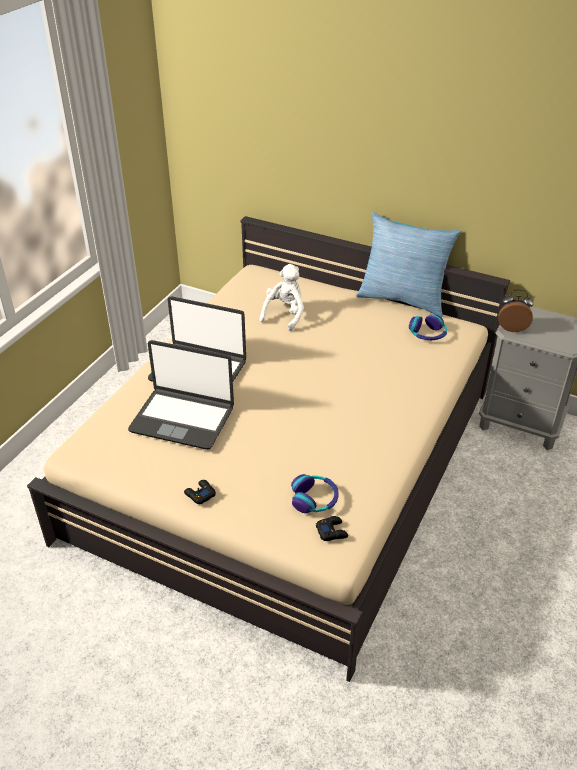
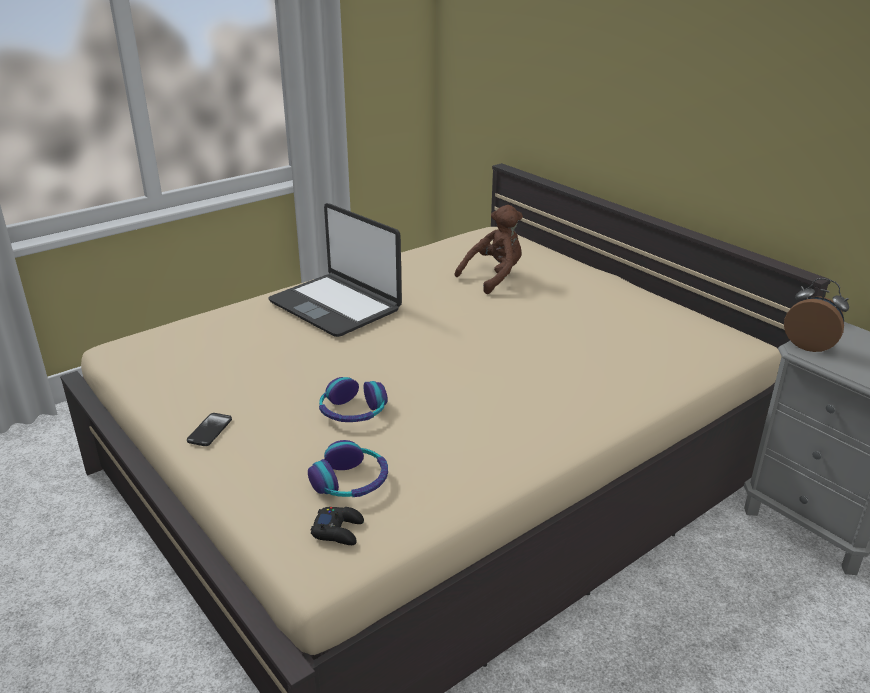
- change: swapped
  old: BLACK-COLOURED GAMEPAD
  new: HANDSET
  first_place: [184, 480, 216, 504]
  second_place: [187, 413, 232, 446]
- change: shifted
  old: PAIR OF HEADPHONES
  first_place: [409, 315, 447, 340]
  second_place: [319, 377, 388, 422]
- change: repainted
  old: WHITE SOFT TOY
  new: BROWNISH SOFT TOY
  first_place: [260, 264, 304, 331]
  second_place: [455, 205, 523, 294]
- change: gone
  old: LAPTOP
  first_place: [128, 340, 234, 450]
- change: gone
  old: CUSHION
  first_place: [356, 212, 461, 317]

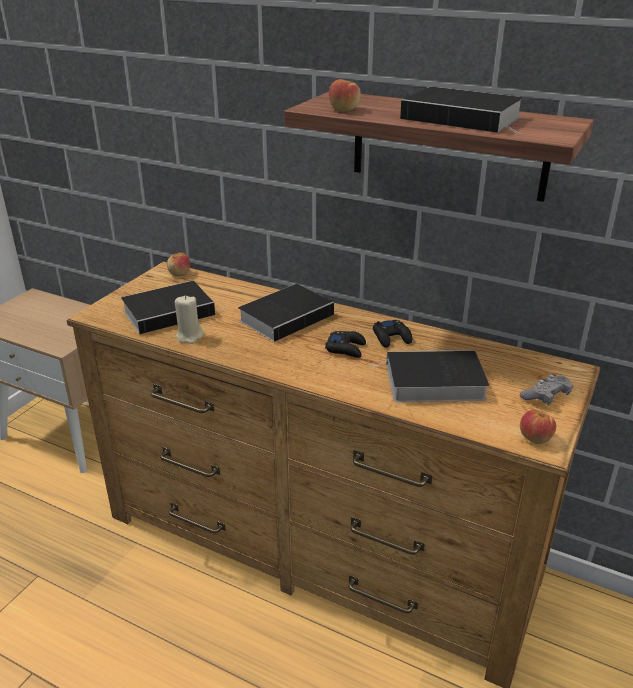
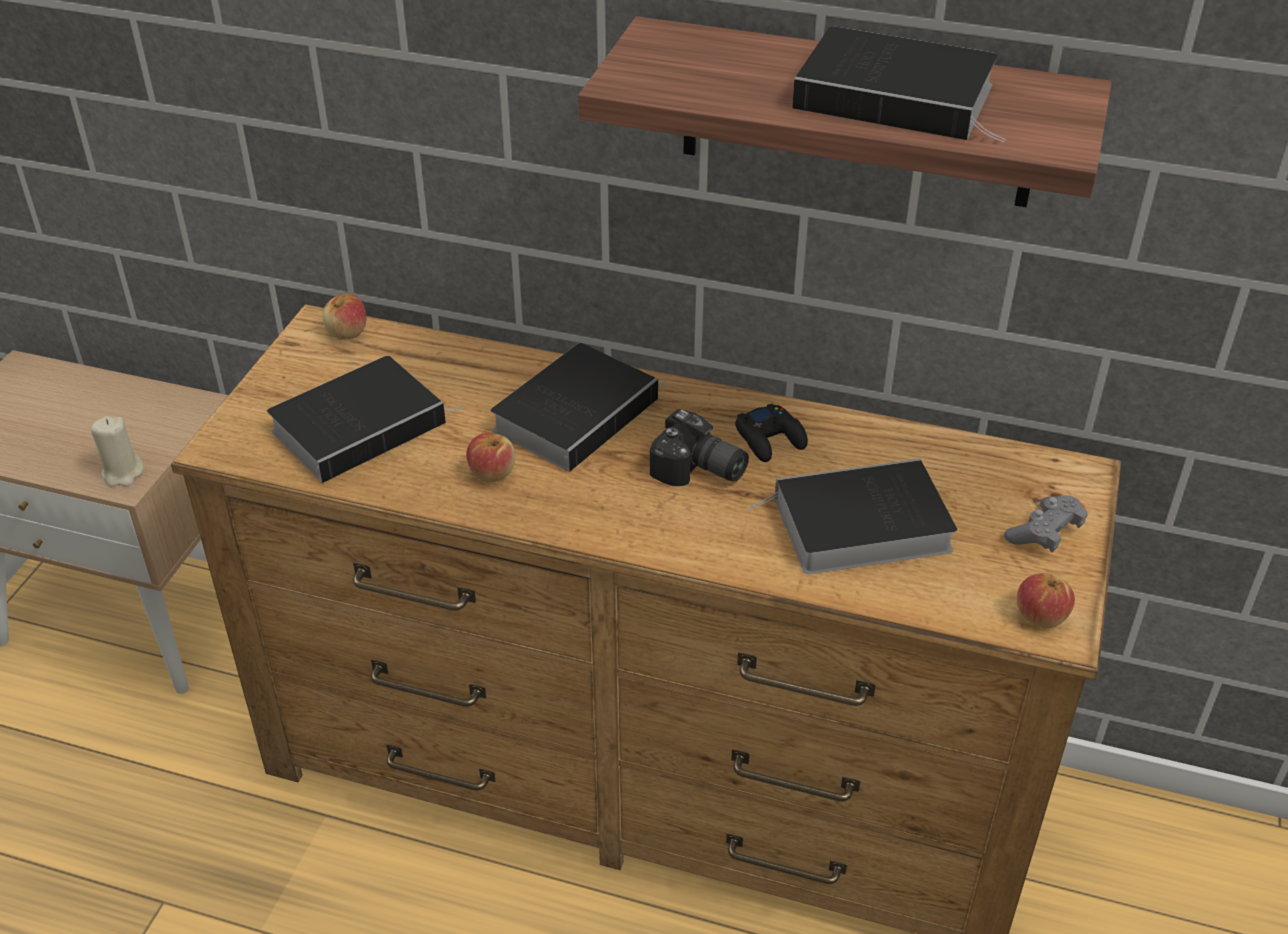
- change: shifted
  old: BEIGE WAX CANDLE
  first_place: [175, 295, 203, 344]
  second_place: [91, 416, 144, 486]
- change: shifted
  old: APPLE
  first_place: [329, 79, 361, 111]
  second_place: [466, 433, 516, 482]
- change: swapped
  old: BLACK-COLOURED GAMEPAD
  new: PHOTO CAMERA
  first_place: [325, 331, 366, 358]
  second_place: [650, 409, 749, 486]

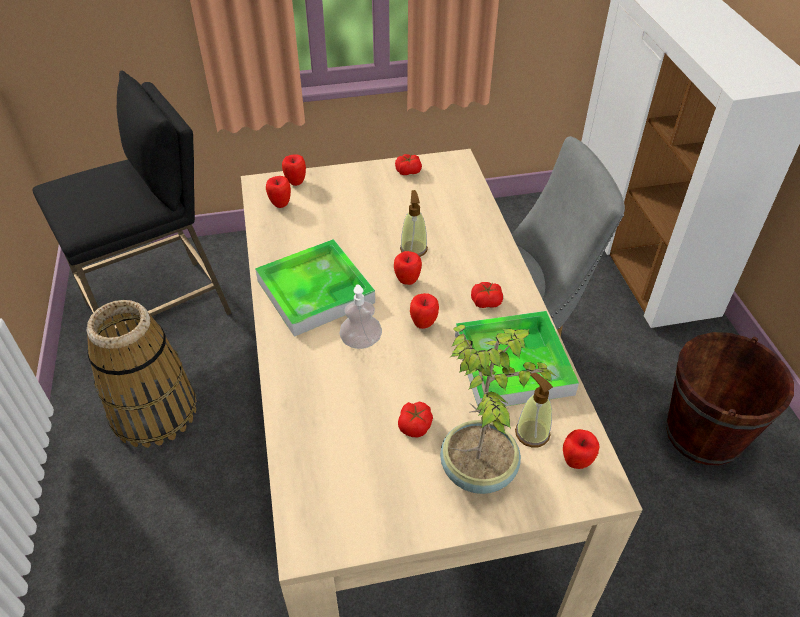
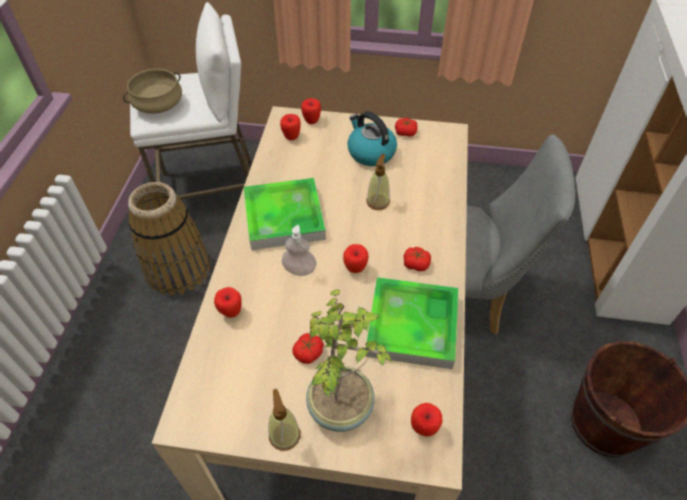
- change: new
  new: BEIGE SAUCEPOT
  second_place: [123, 68, 182, 114]
- change: repainted
  old: BLACK-COLOURED SITTING STOOL
  new: WHITE SITTING STOOL
  first_place: [32, 70, 232, 337]
  second_place: [130, 2, 251, 207]
- change: shifted
  old: APPLE
  first_place: [394, 251, 422, 285]
  second_place: [214, 287, 242, 318]
- change: shifted
  old: LIQUID SOAP BOTTLE
  first_place: [515, 373, 553, 447]
  second_place: [268, 389, 300, 451]
- change: new
  new: KETTLE
  second_place: [347, 111, 397, 166]

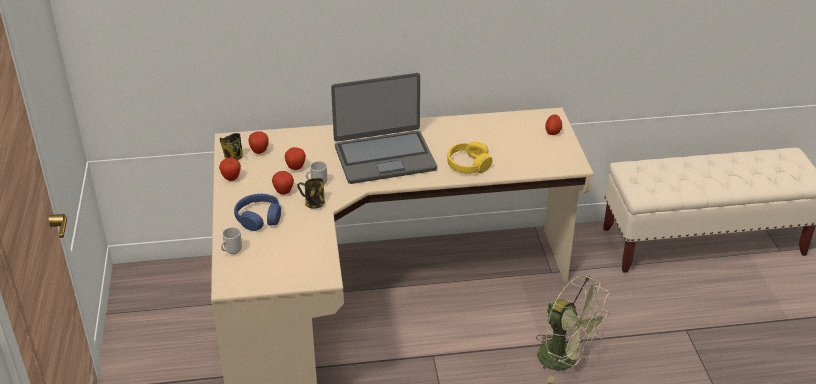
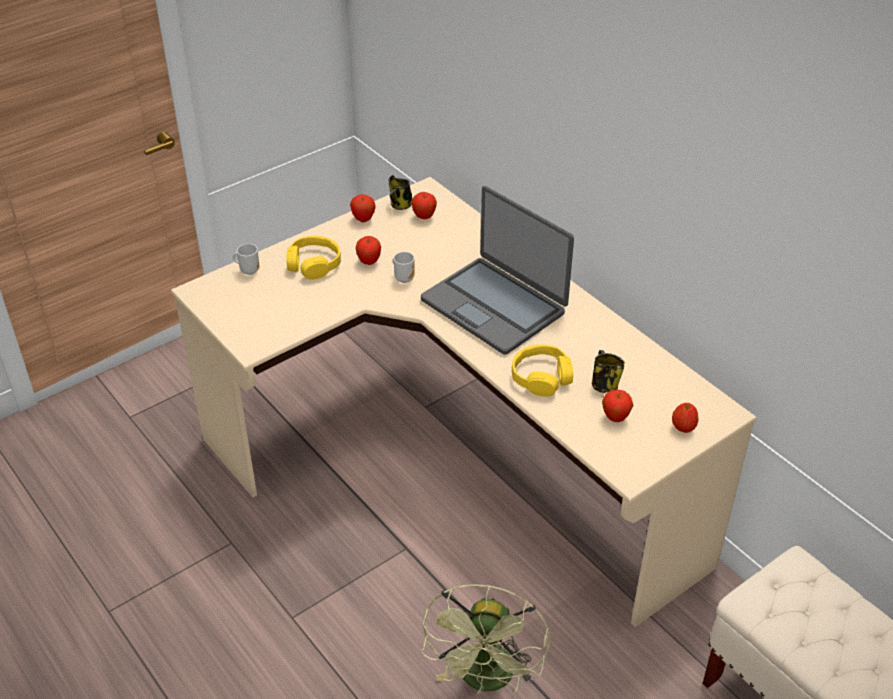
- change: repainted
  old: BLUE-COLOURED PAIR OF HEADPHONES
  new: YELLOWISH PAIR OF HEADPHONES
  first_place: [234, 194, 281, 231]
  second_place: [286, 236, 341, 280]
- change: shifted
  old: COFFEE MUG
  first_place: [298, 178, 325, 209]
  second_place: [592, 350, 625, 393]
- change: shifted
  old: APPLE
  first_place: [285, 147, 306, 170]
  second_place: [602, 390, 633, 422]

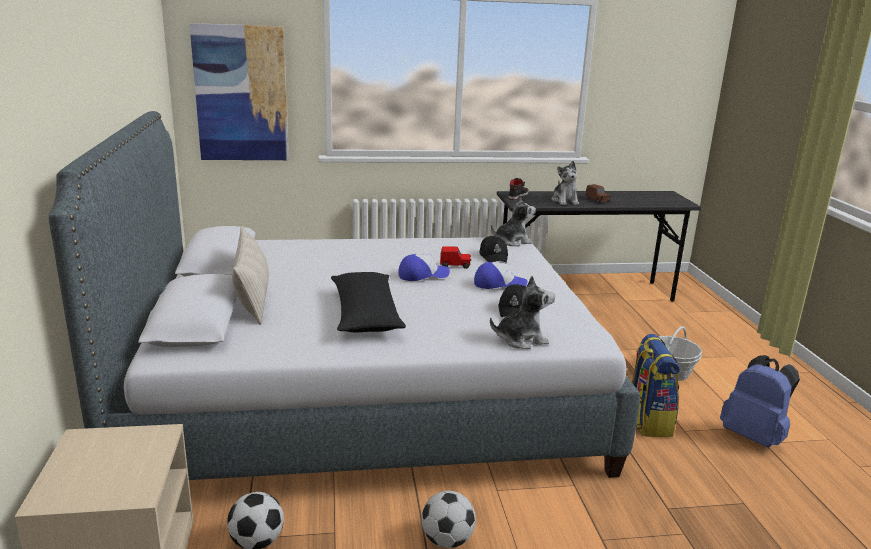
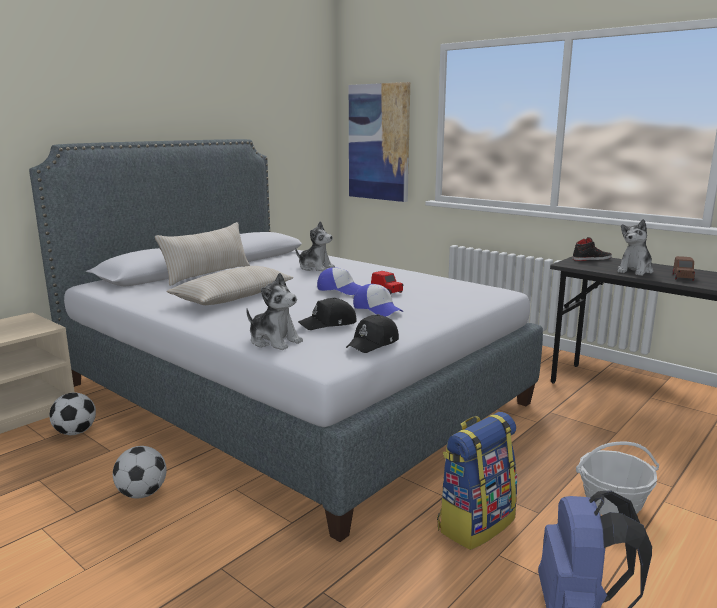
- change: repainted
  old: BLACK-COLOURED CUSHION
  new: BEIGE CUSHION
  first_place: [331, 272, 406, 332]
  second_place: [166, 266, 293, 305]
- change: shifted
  old: SOFT TOY
  first_place: [491, 195, 536, 246]
  second_place: [295, 221, 335, 271]
- change: shifted
  old: BLACK-COLOURED BASEBALL CAP
  first_place: [479, 235, 508, 263]
  second_place: [346, 314, 399, 353]

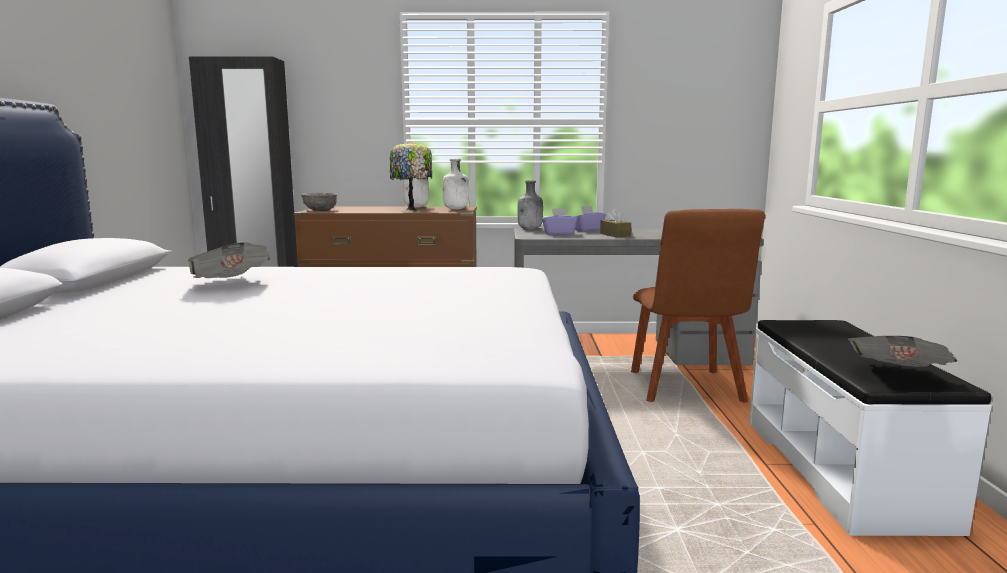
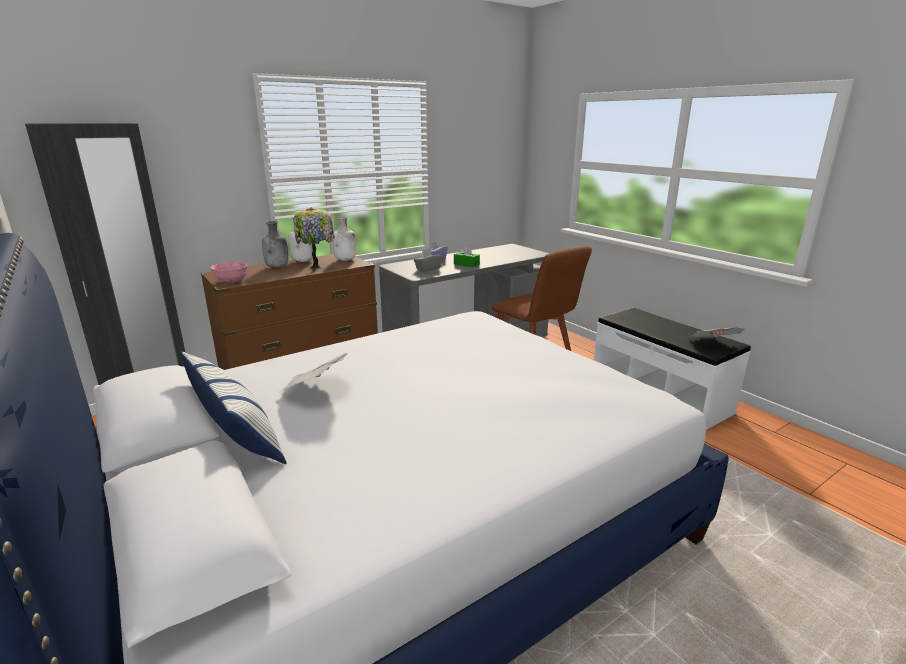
- change: new
  new: CUSHION
  second_place: [180, 351, 287, 464]
- change: repainted
  old: GREYISH BOWL
  new: PINKISH BOWL
  first_place: [301, 193, 337, 211]
  second_place: [211, 261, 247, 283]
- change: shifted
  old: GREYISH BOTTLE
  first_place: [517, 181, 543, 229]
  second_place: [262, 221, 288, 268]
- change: repainted
  old: PURPLISH BOX OF TISSUES
  new: GREYISH BOX OF TISSUES
  first_place: [542, 208, 577, 235]
  second_place: [414, 249, 442, 272]
- change: repainted
  old: BROWNISH BOX OF TISSUES
  new: GREEN-COLOURED BOX OF TISSUES
  first_place: [600, 208, 631, 237]
  second_place: [454, 245, 480, 267]

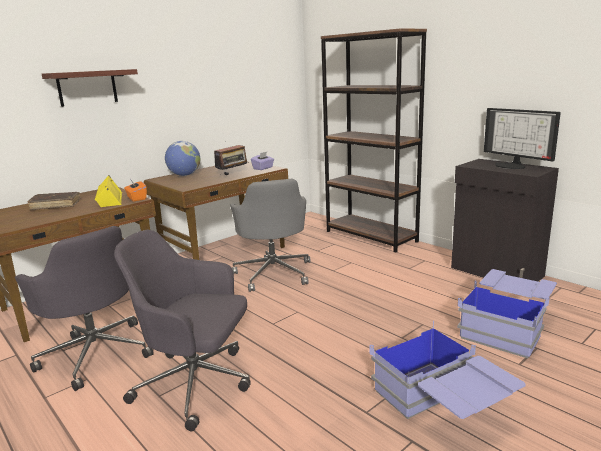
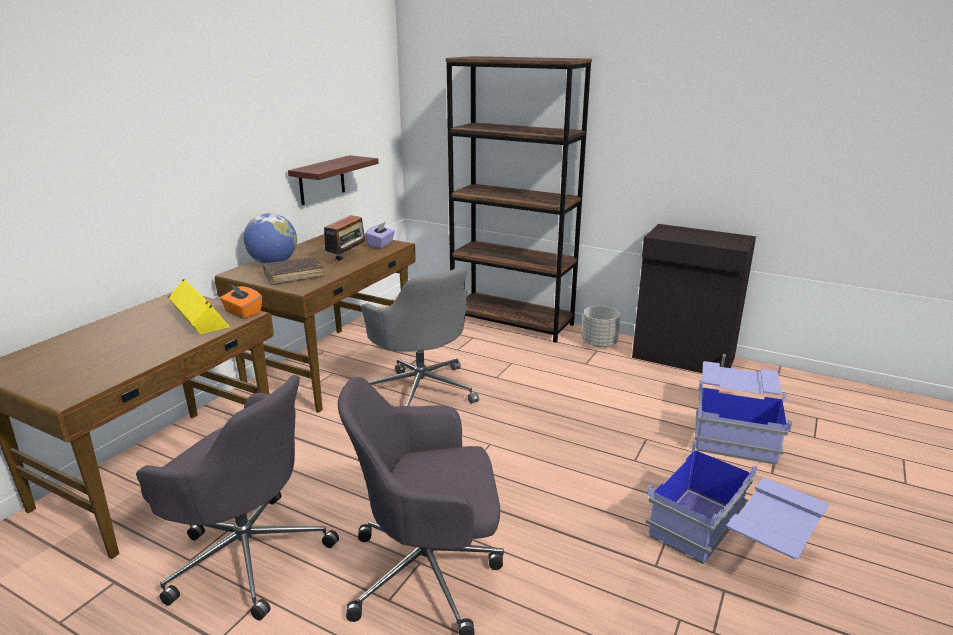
- change: shifted
  old: BROWNISH VOLUME
  first_place: [28, 192, 80, 210]
  second_place: [263, 257, 325, 285]
- change: shifted
  old: SHELF
  first_place: [42, 69, 138, 107]
  second_place: [288, 155, 379, 205]
- change: new
  new: GREYISH FLOWER POT
  second_place: [582, 306, 620, 347]
- change: gone
  old: MONITOR
  first_place: [484, 108, 561, 169]

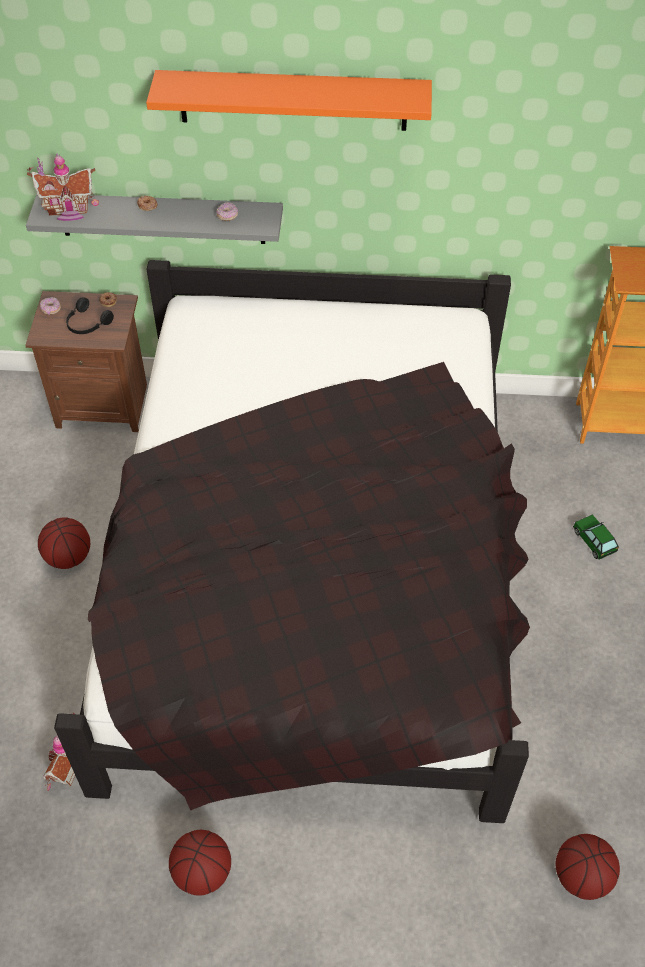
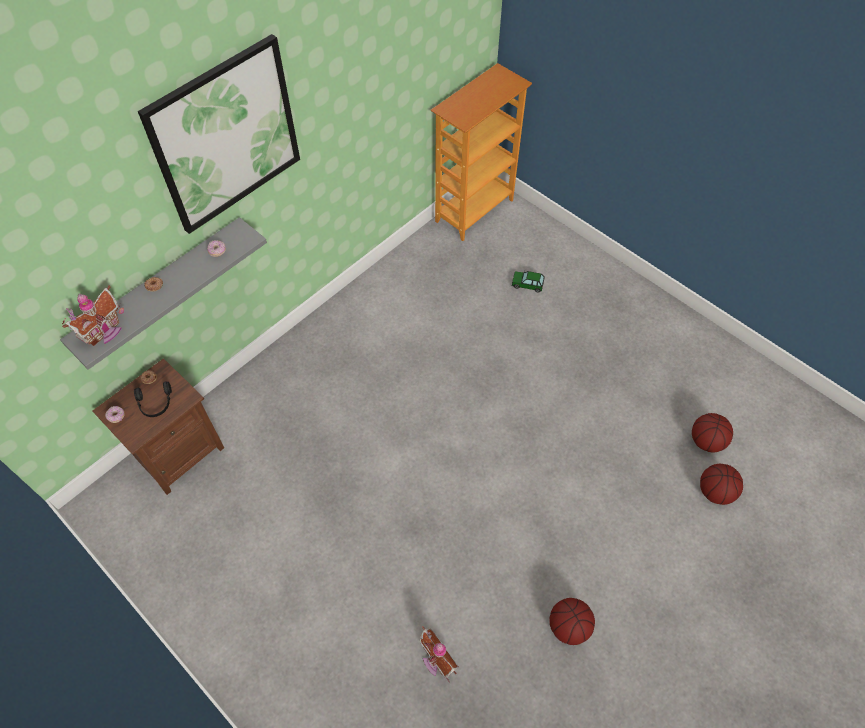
- change: swapped
  old: ORANGEY SHELF
  new: PICTURE
  first_place: [146, 70, 432, 131]
  second_place: [138, 34, 300, 234]
- change: shifted
  old: BASKETBALL BALL
  first_place: [38, 517, 90, 569]
  second_place: [700, 464, 743, 505]
- change: gone
  old: BLACK-COLOURED SLEEPING BED
  first_place: [54, 260, 530, 823]

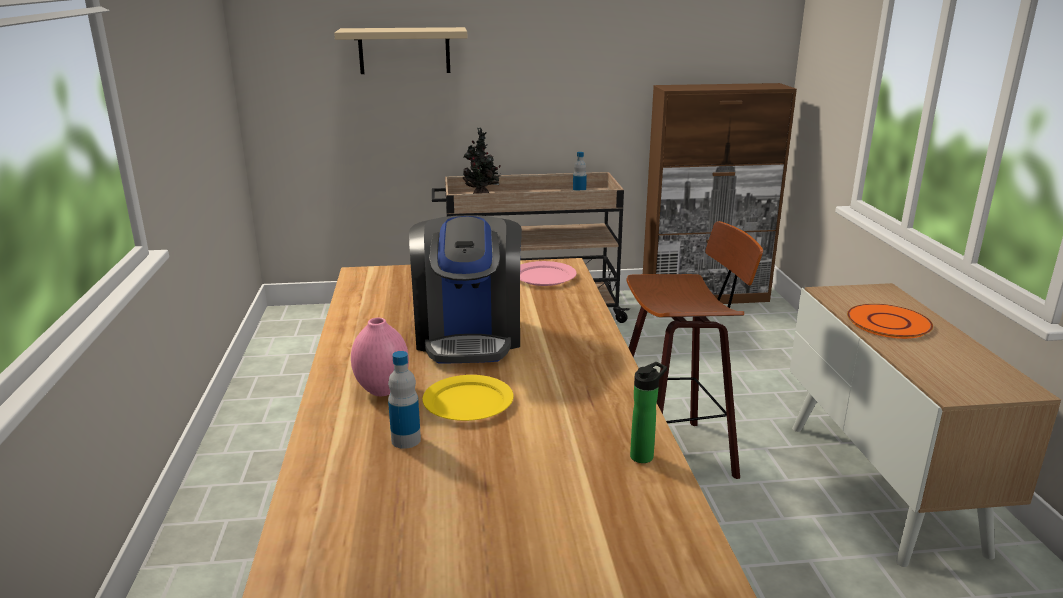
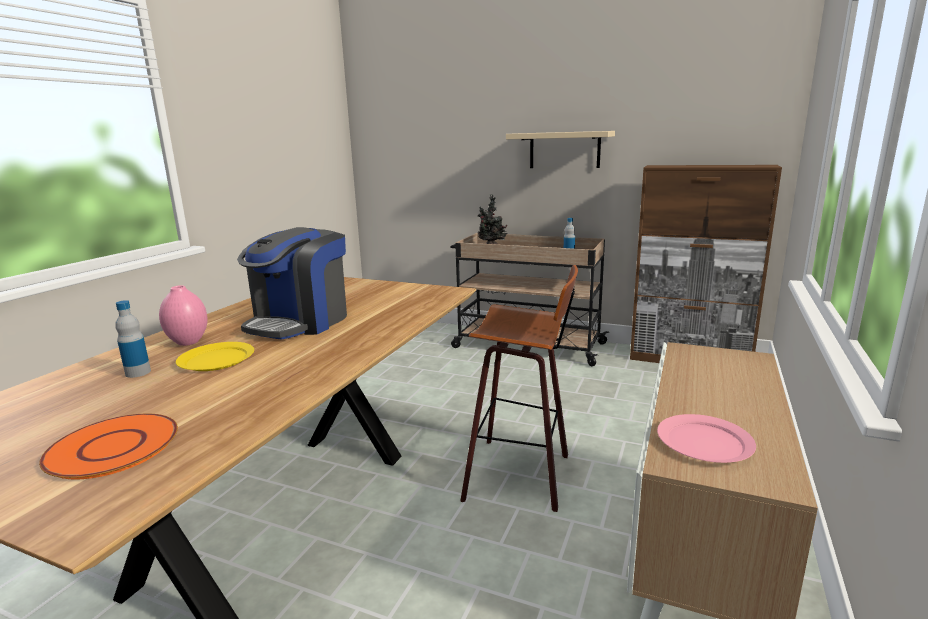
- change: shifted
  old: ORANGEY PLATE
  first_place: [847, 304, 933, 339]
  second_place: [39, 414, 178, 479]
- change: shifted
  old: BEIGE SHELF
  first_place: [334, 27, 467, 74]
  second_place: [506, 131, 615, 168]
- change: shifted
  old: PINKISH PLATE
  first_place: [520, 261, 577, 286]
  second_place: [657, 414, 756, 463]
- change: gone
  old: BOTTLE
  first_place: [630, 362, 667, 463]

